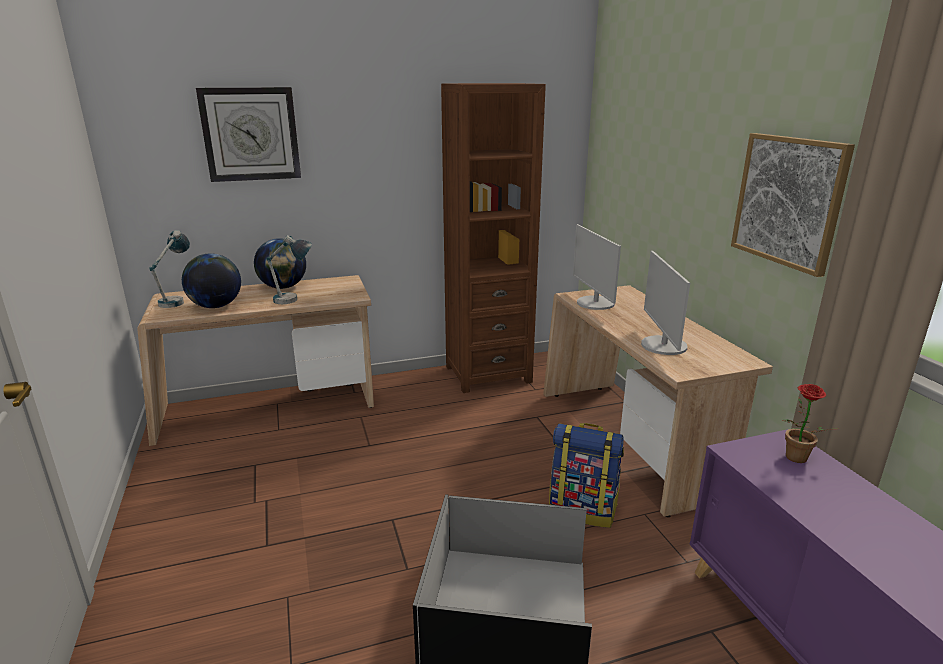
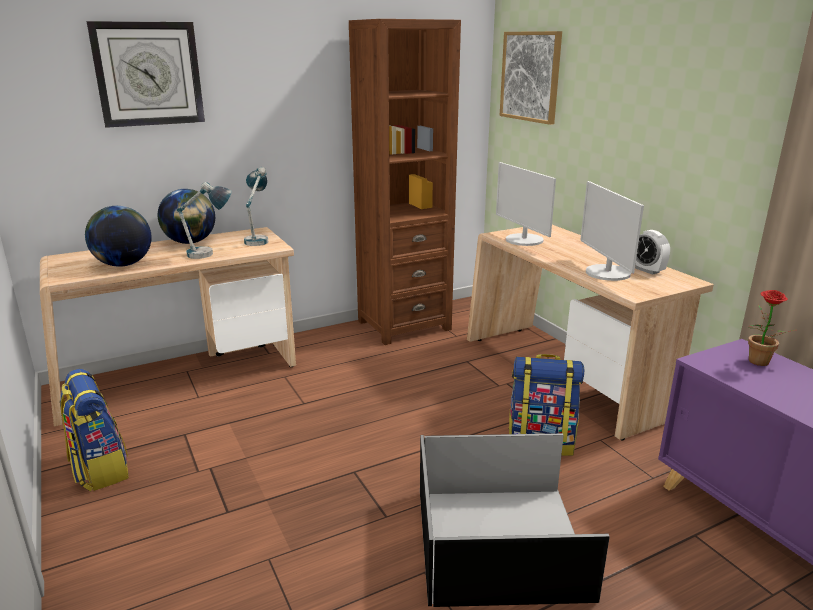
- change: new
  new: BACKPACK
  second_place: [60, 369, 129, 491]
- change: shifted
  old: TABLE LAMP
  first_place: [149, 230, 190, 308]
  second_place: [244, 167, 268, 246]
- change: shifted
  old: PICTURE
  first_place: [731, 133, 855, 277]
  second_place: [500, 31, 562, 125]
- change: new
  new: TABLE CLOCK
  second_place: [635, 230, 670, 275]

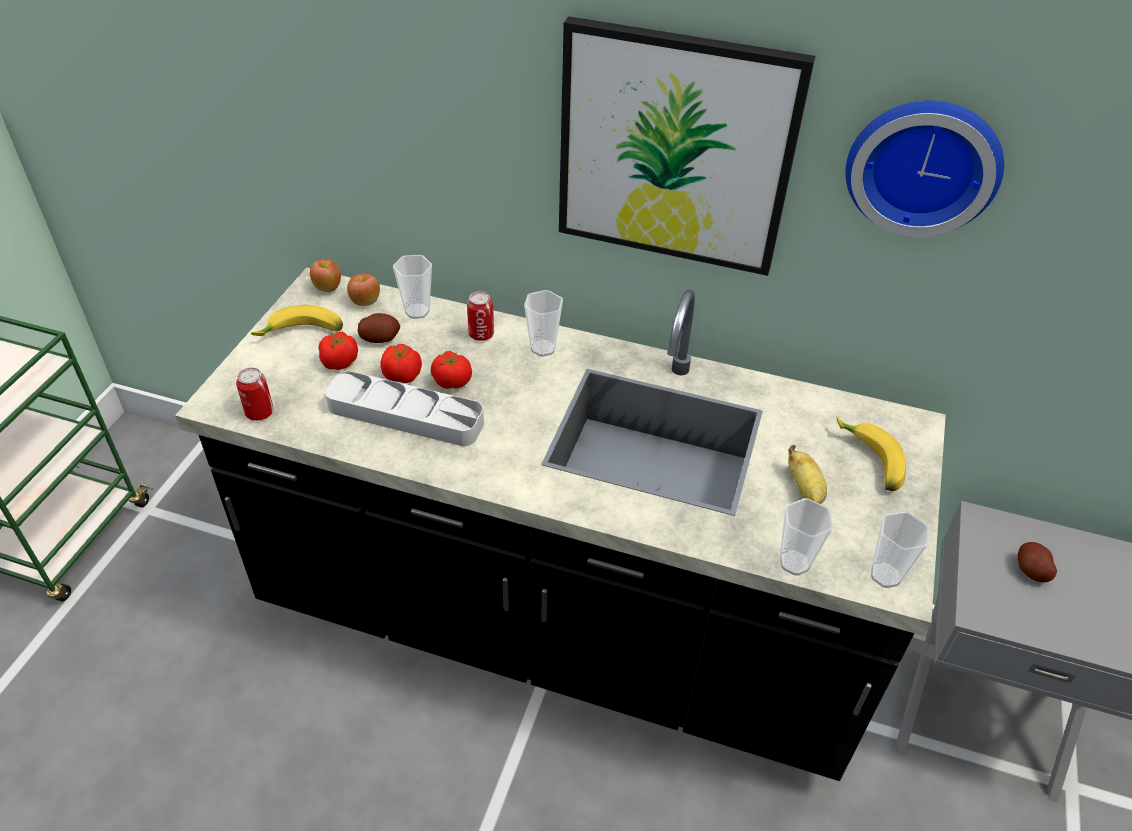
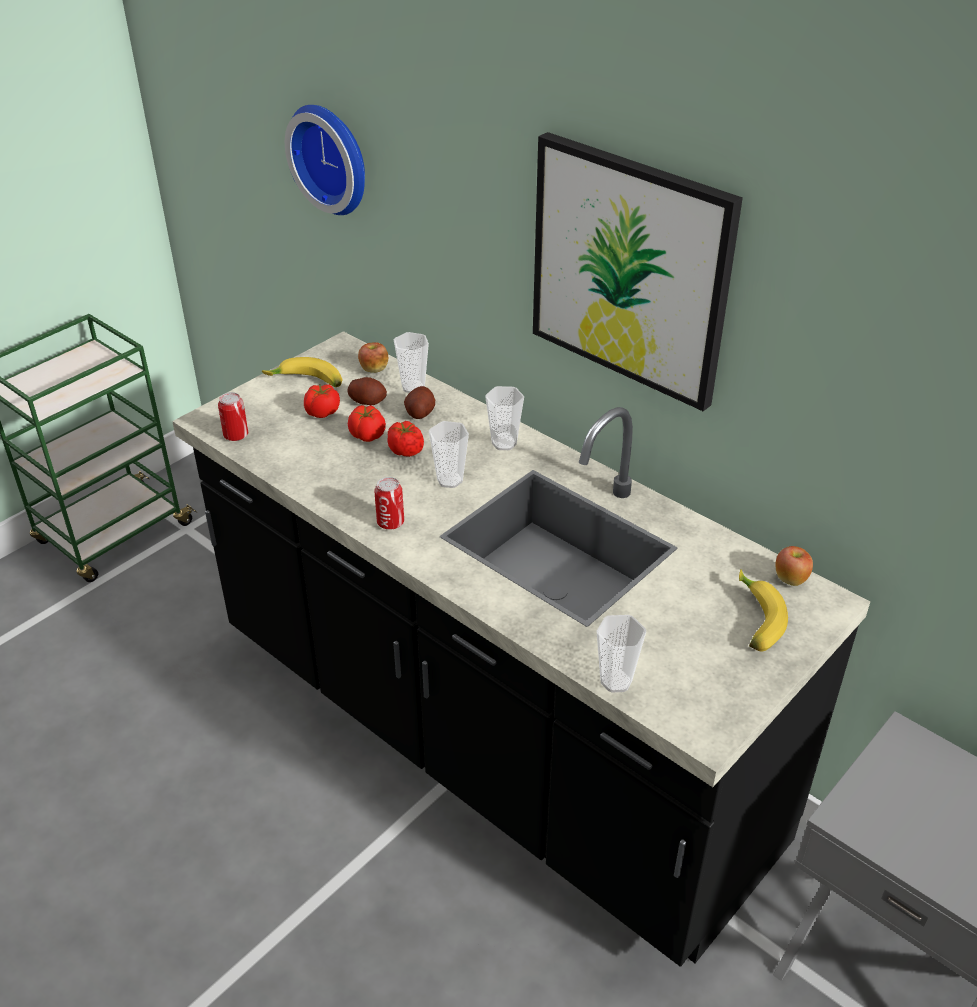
- change: shifted
  old: HANGING CLOCK
  first_place: [845, 100, 1004, 237]
  second_place: [285, 105, 365, 215]
- change: shifted
  old: CAN
  first_place: [467, 291, 494, 341]
  second_place: [375, 477, 404, 530]
- change: shifted
  old: WHOLE POTATO
  first_place: [1018, 542, 1057, 582]
  second_place: [404, 386, 435, 419]
- change: shifted
  old: DRINKING CUP
  first_place: [870, 511, 929, 588]
  second_place: [429, 421, 469, 488]
- change: shifted
  old: APPLE
  first_place: [310, 259, 341, 292]
  second_place: [775, 546, 813, 586]
- change: gone
  old: GREYISH TRAY
  first_place: [325, 371, 484, 446]
- change: gone
  old: BANANA
  first_place: [788, 445, 827, 504]

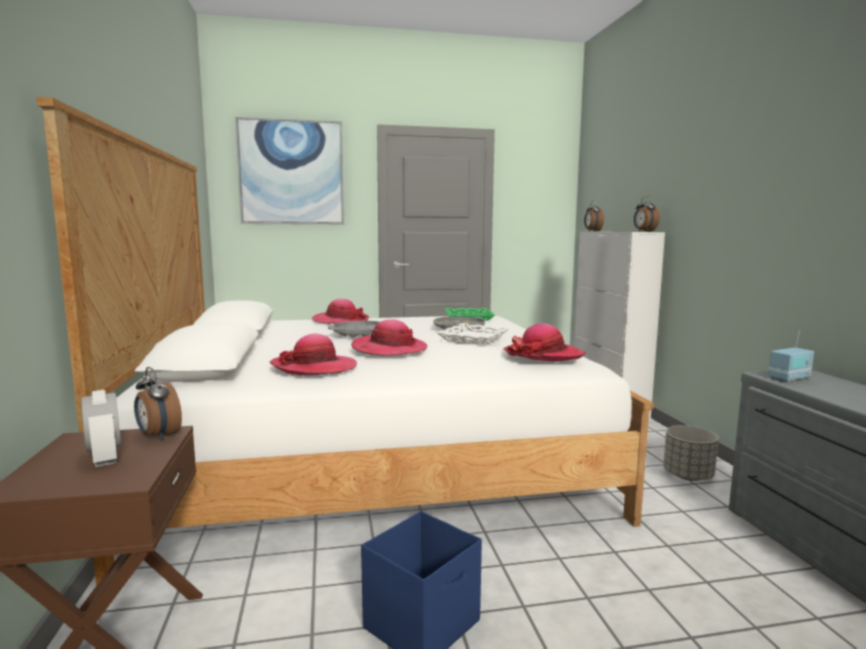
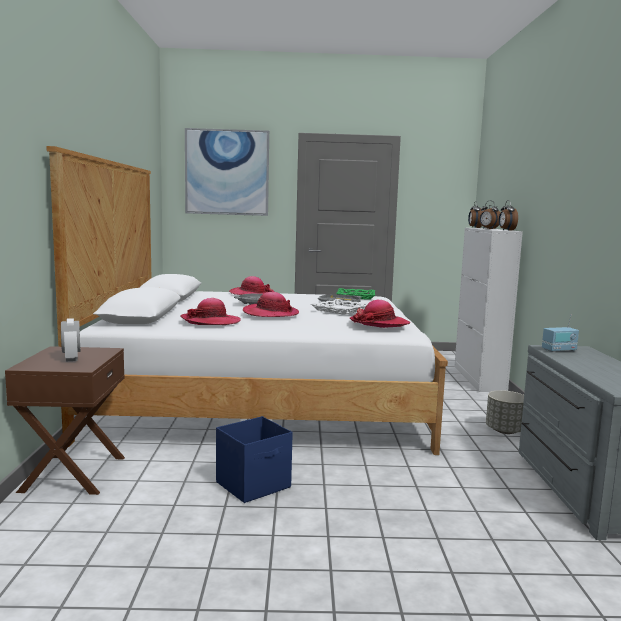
- change: shifted
  old: TABLE CLOCK
  first_place: [134, 367, 182, 441]
  second_place: [479, 201, 500, 229]

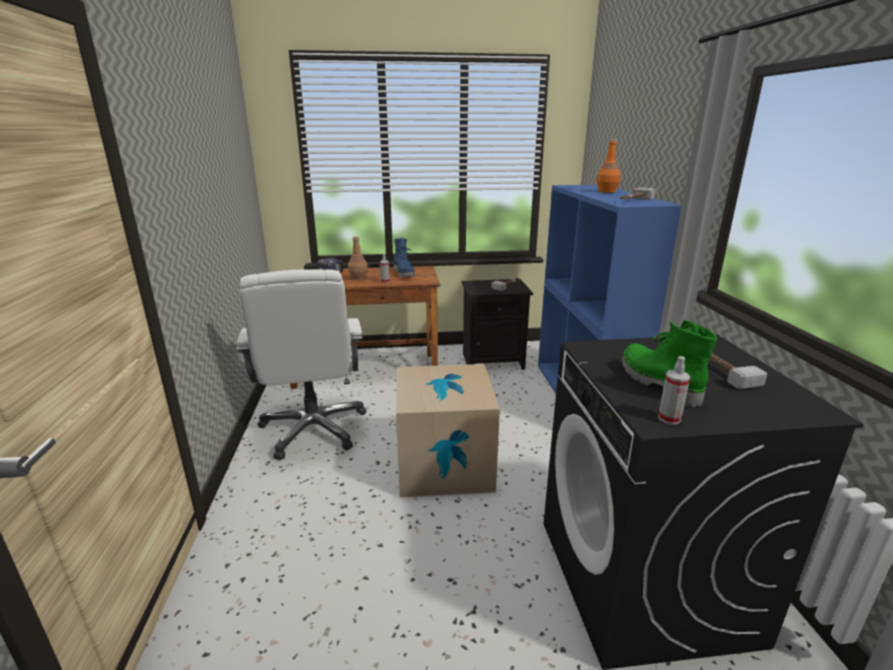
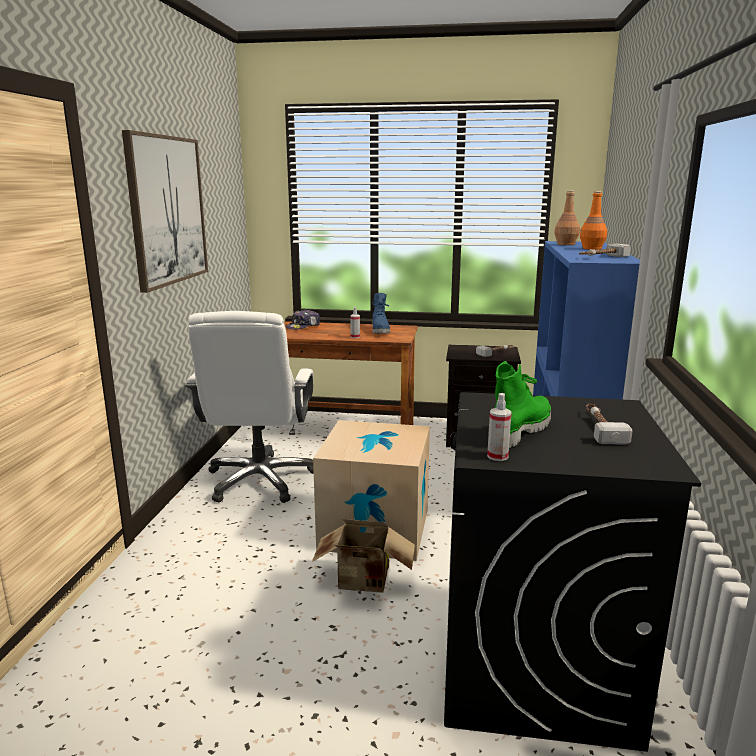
- change: new
  new: PICTURE
  second_place: [122, 130, 208, 293]
- change: new
  new: CARDBOARD BOX
  second_place: [312, 519, 415, 593]
- change: rotated
  old: GREEN-COLOURED TALL BOOT
  first_place: [622, 320, 717, 407]
  second_place: [495, 361, 551, 448]
  degrees: 45
- change: shifted
  old: BROWNISH BOTTLE
  first_place: [348, 236, 368, 280]
  second_place: [554, 190, 580, 245]

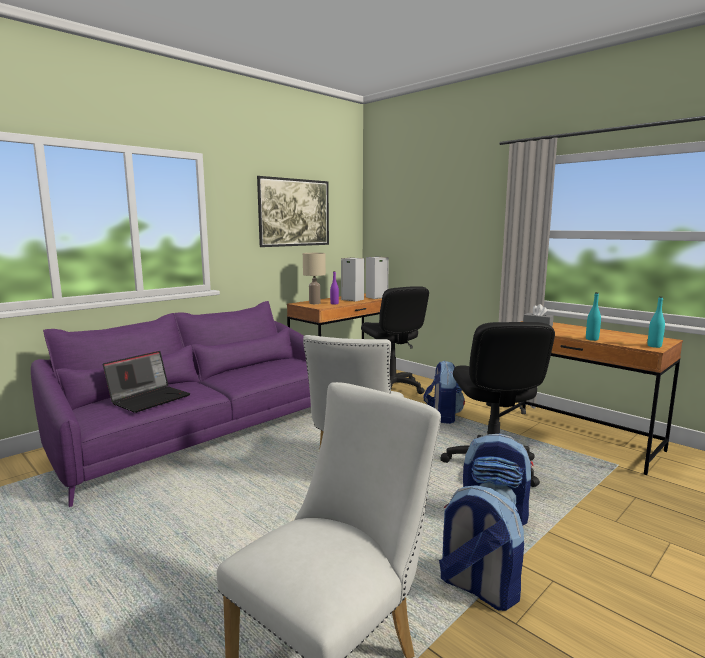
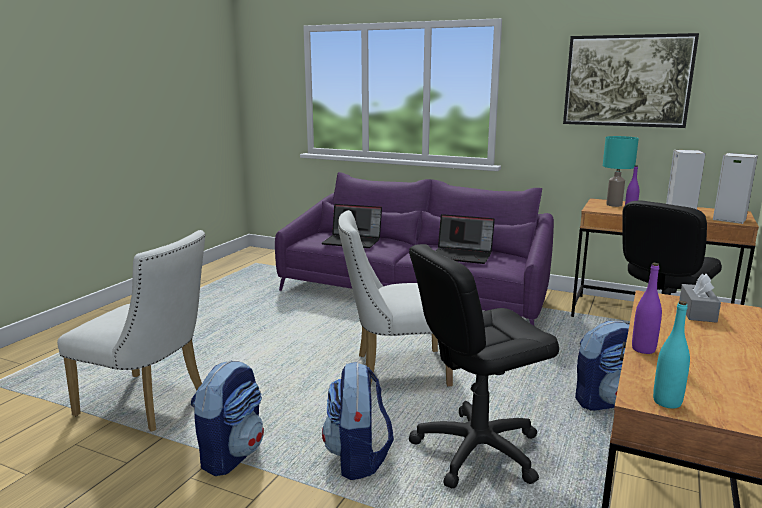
- change: new
  new: LAPTOP
  second_place: [436, 214, 495, 264]
- change: repainted
  old: BEIGE TABLE LAMP
  new: BLUE-GREEN TABLE LAMP
  first_place: [303, 253, 326, 304]
  second_place: [603, 136, 639, 207]
- change: repainted
  old: BLUE-GREEN BOTTLE
  new: PURPLISH BOTTLE
  first_place: [586, 292, 601, 341]
  second_place: [632, 263, 662, 354]

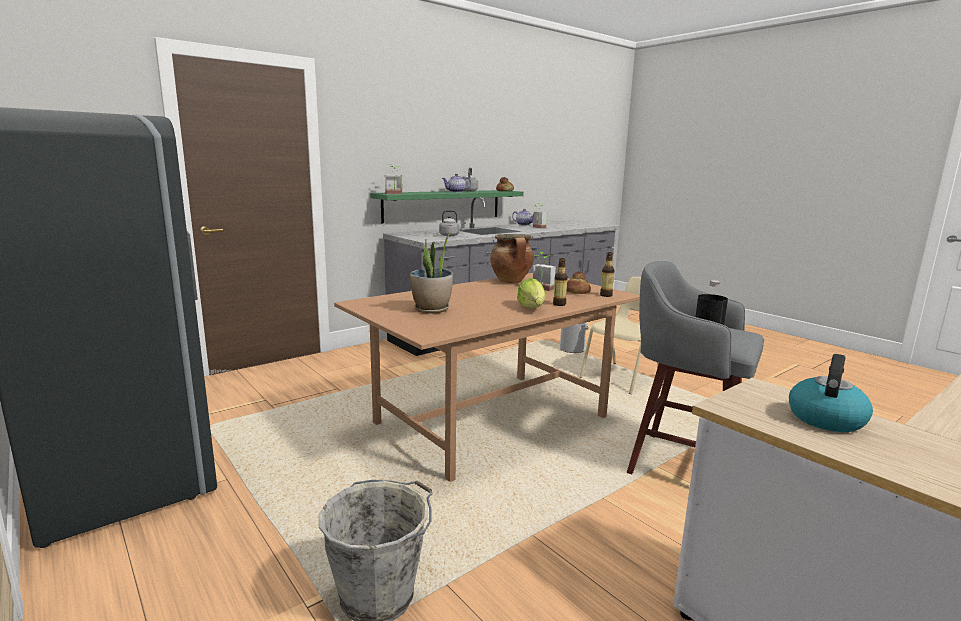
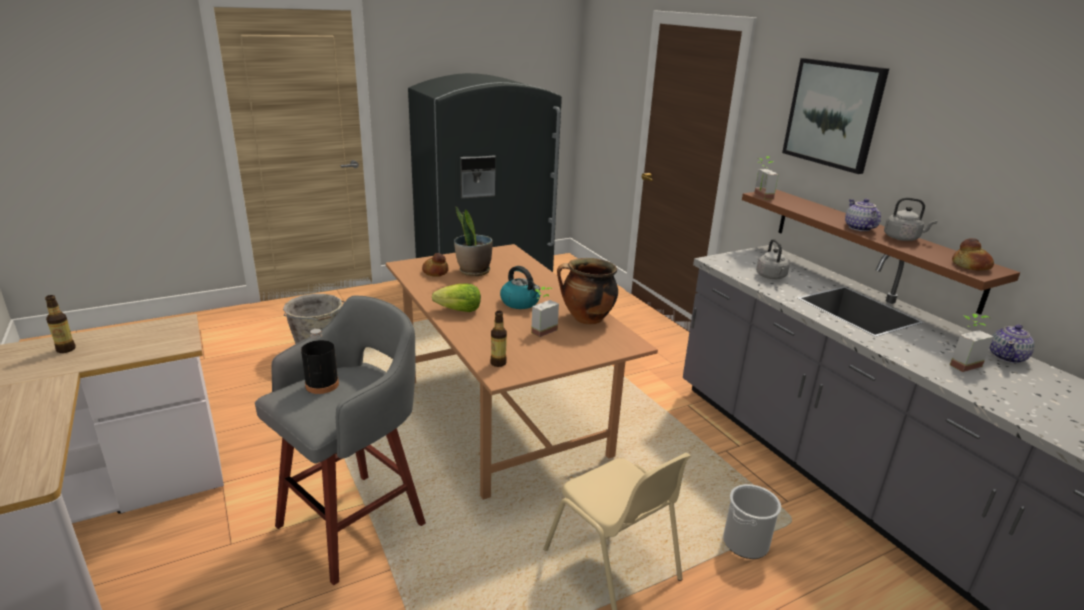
- change: shifted
  old: BOTTLE
  first_place: [553, 258, 568, 306]
  second_place: [45, 295, 76, 353]
- change: shifted
  old: BREAD
  first_place: [567, 272, 591, 294]
  second_place: [422, 253, 449, 277]
- change: shifted
  old: KETTLE
  first_place: [789, 354, 873, 432]
  second_place: [500, 266, 540, 309]
- change: repainted
  old: GREEN-COLOURED SHELF
  new: BROWNISH SHELF
  first_place: [370, 190, 524, 223]
  second_place: [742, 189, 1020, 315]
- change: new
  new: PICTURE
  second_place: [782, 58, 889, 174]

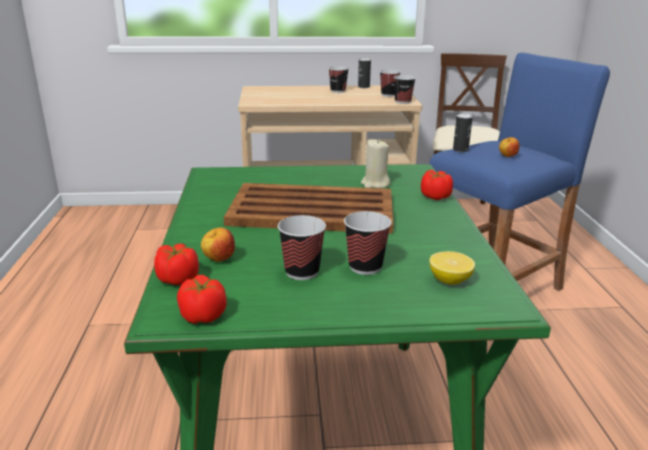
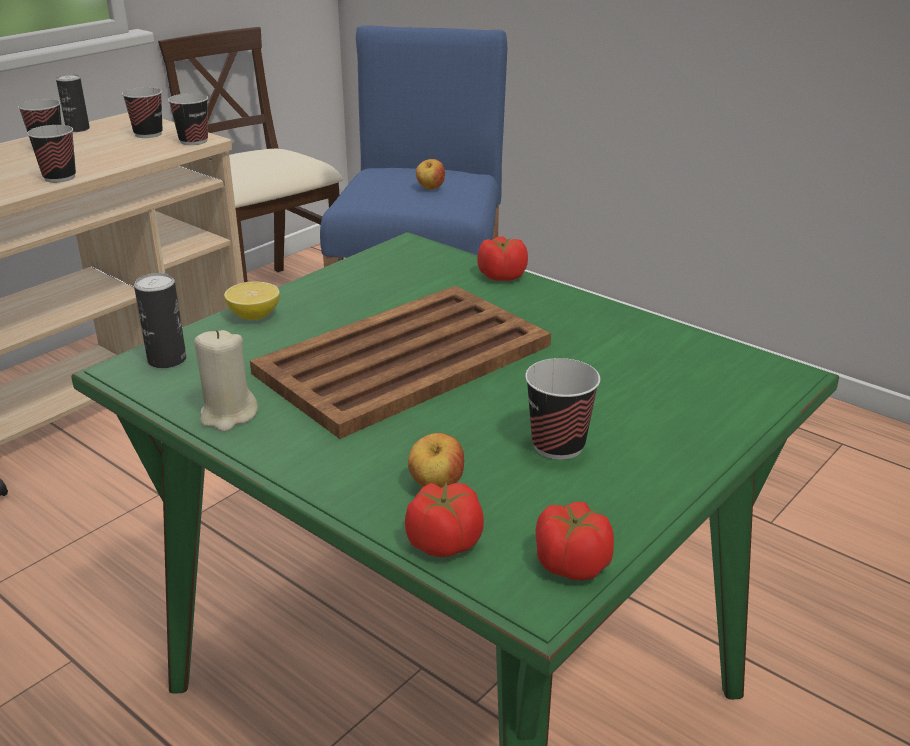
- change: shifted
  old: DRINKING CUP
  first_place: [344, 211, 391, 275]
  second_place: [27, 125, 76, 183]
- change: shifted
  old: CAN
  first_place: [453, 113, 473, 152]
  second_place: [134, 273, 186, 368]
- change: shifted
  old: BEIGE WAX CANDLE
  first_place: [361, 139, 390, 188]
  second_place: [194, 330, 258, 432]
- change: shifted
  old: LEMON
  first_place: [430, 251, 475, 285]
  second_place: [224, 281, 280, 320]

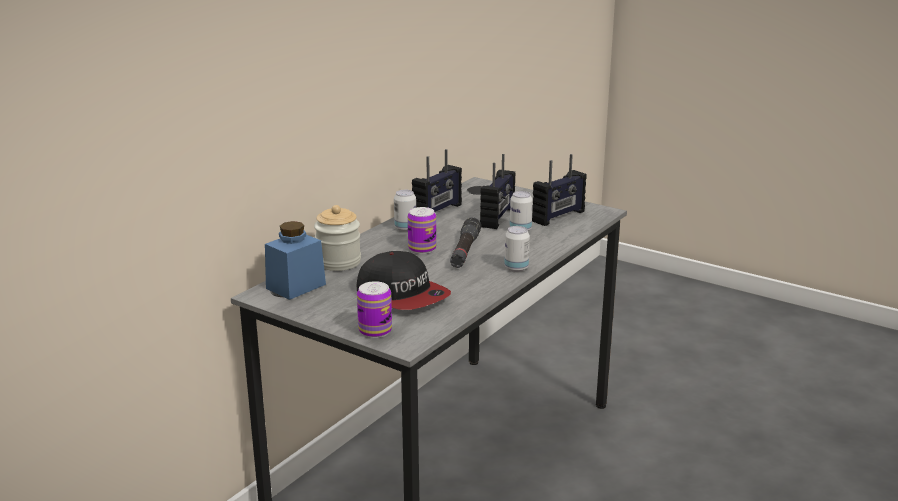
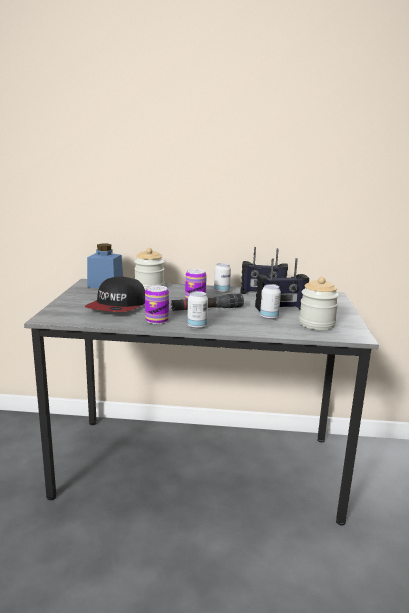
- change: shifted
  old: CAN
  first_place: [357, 281, 392, 338]
  second_place: [145, 285, 169, 324]
- change: swapped
  old: RADIO SET
  new: PRESERVE JAR
  first_place: [532, 154, 587, 226]
  second_place: [299, 277, 339, 330]

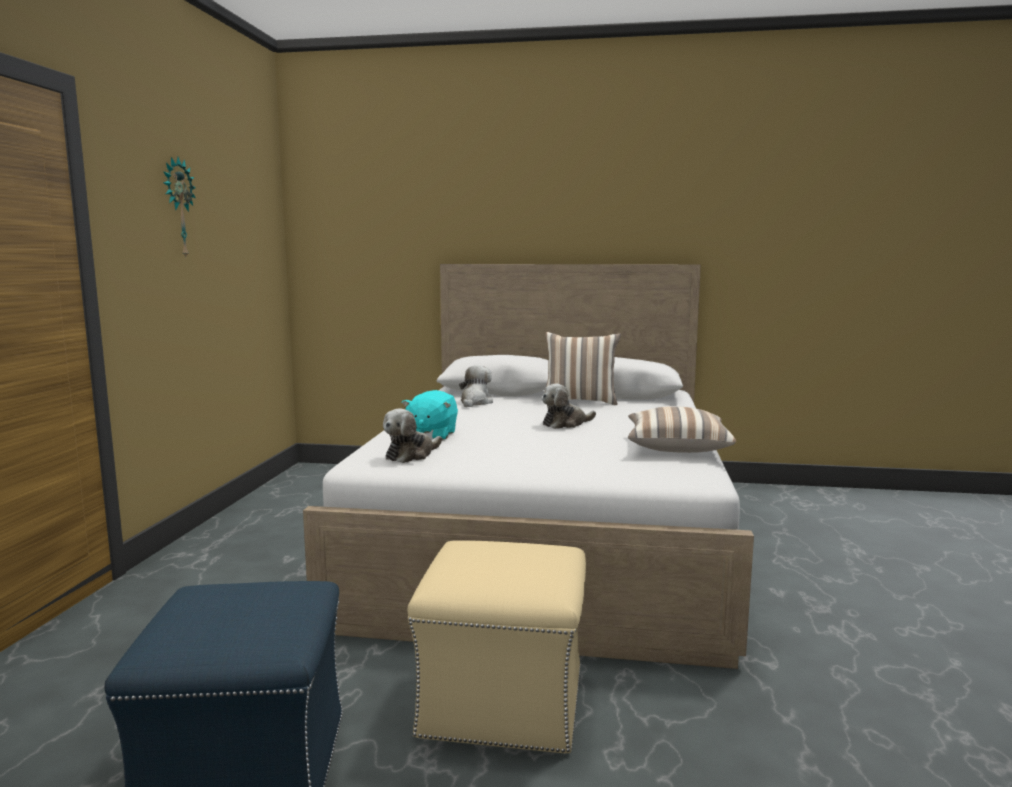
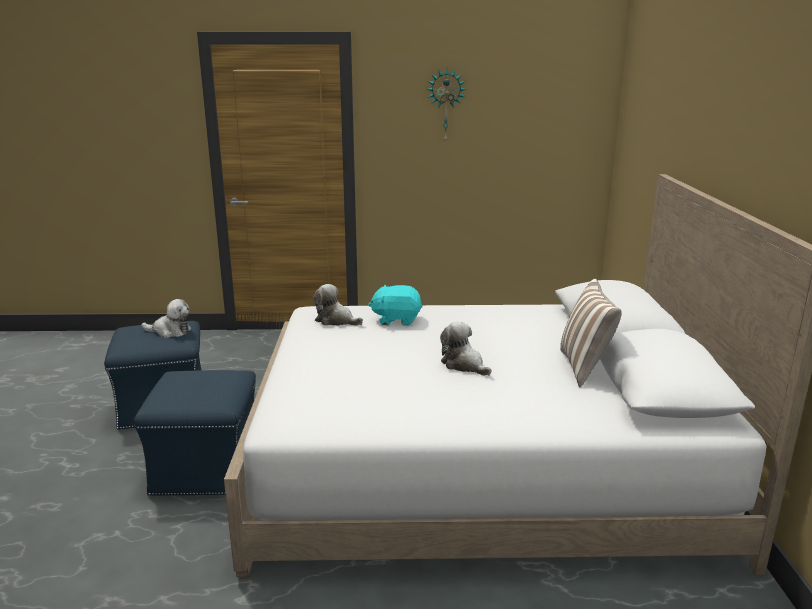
- change: repainted
  old: BEIGE OTTOMAN
  new: BLUE-COLOURED OTTOMAN
  first_place: [407, 540, 586, 754]
  second_place: [134, 370, 256, 496]
- change: shifted
  old: SOFT TOY
  first_place: [459, 365, 493, 407]
  second_place: [141, 299, 191, 338]
- change: gone
  old: CUSHION
  first_place: [628, 406, 736, 453]

